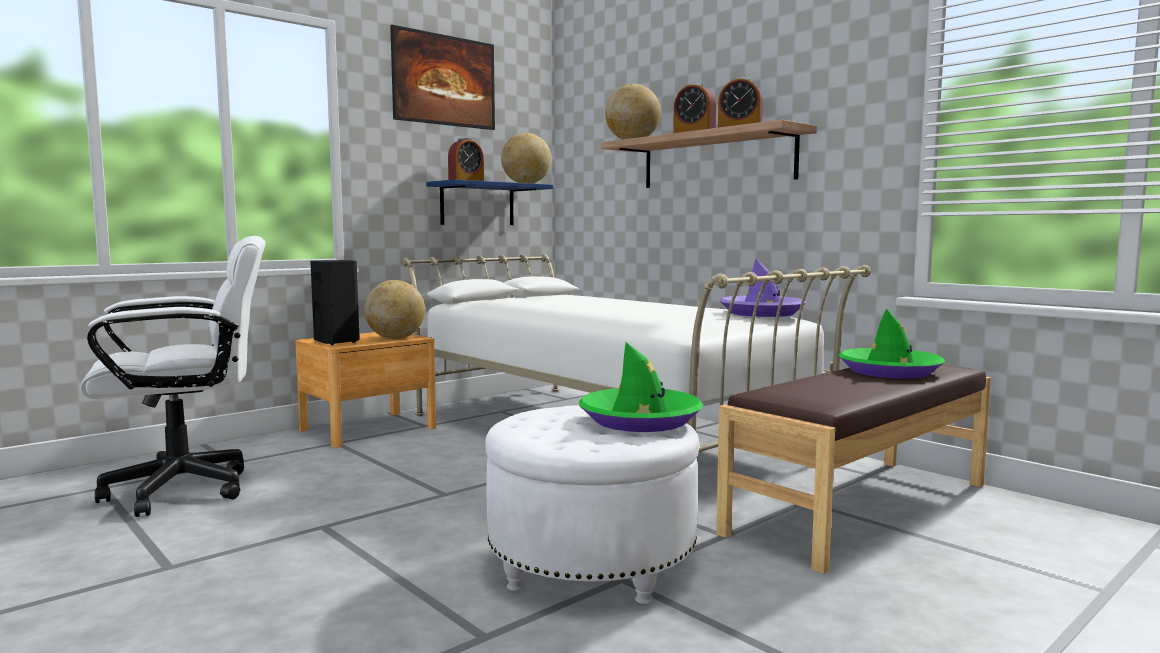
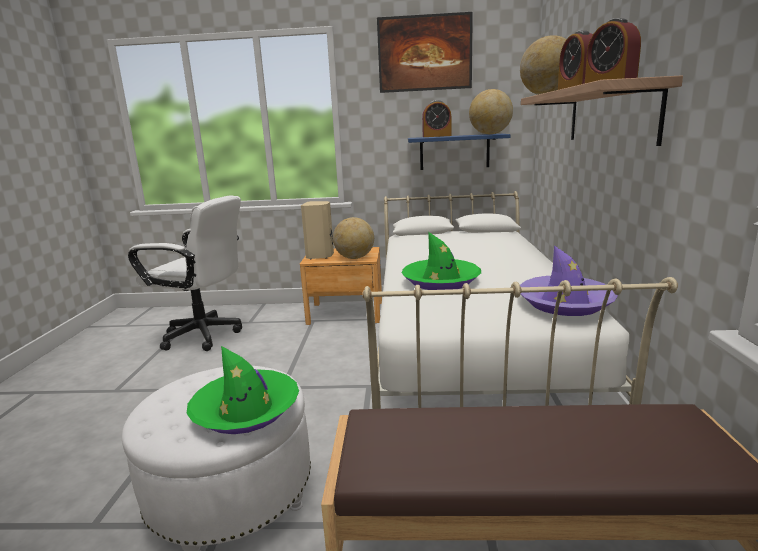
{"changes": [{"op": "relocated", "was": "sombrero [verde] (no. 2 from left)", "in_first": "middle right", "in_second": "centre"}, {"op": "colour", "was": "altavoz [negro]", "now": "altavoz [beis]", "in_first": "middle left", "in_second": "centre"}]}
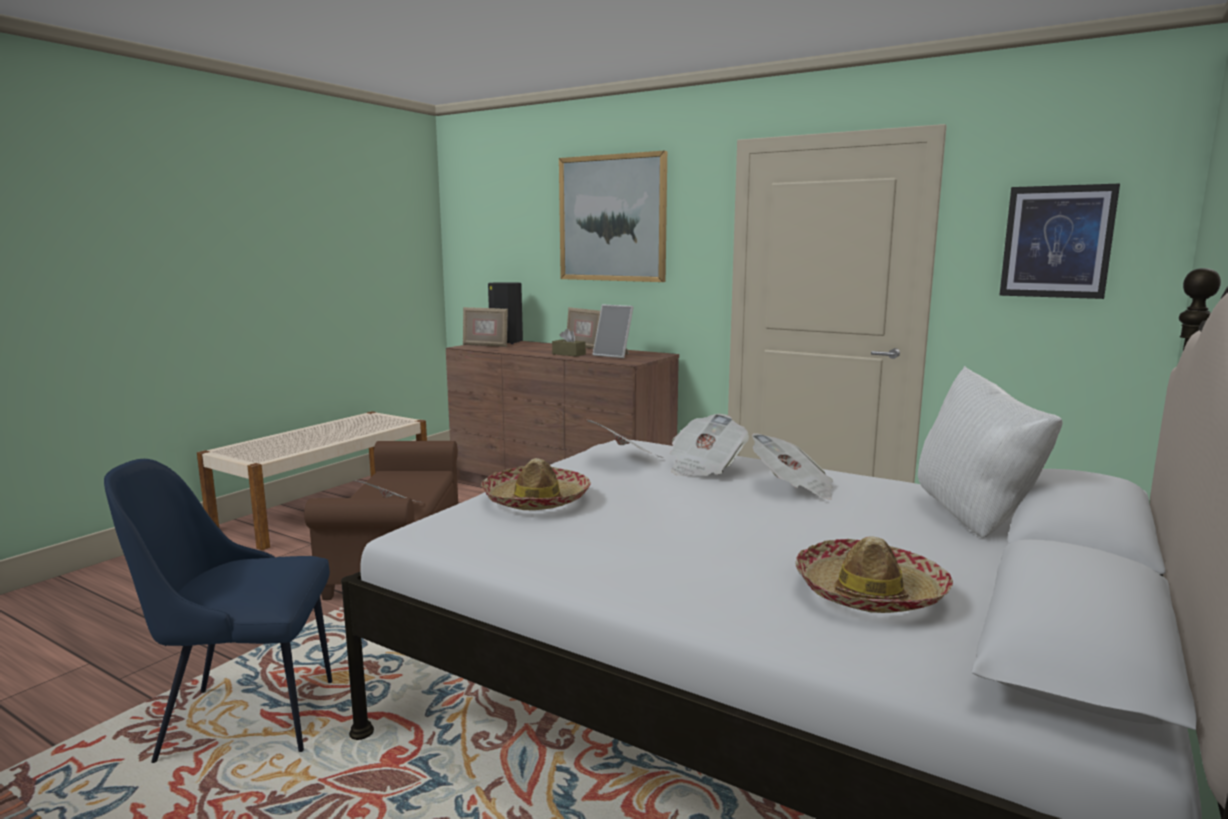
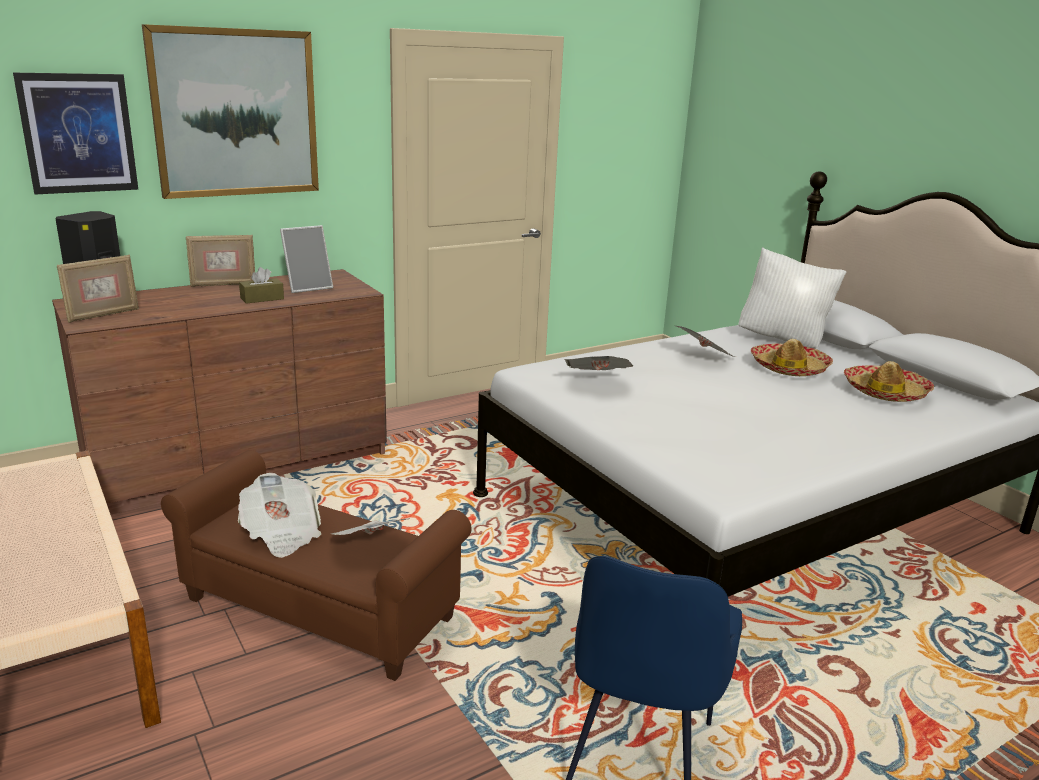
{"changes": [{"op": "relocated", "was": "sombrero (no. 1 from left)", "in_first": "centre", "in_second": "middle right"}, {"op": "relocated", "was": "periódico (no. 3 from left in the first image)", "now": "periódico (no. 1 from left)", "in_first": "centre", "in_second": "middle left"}, {"op": "relocated", "was": "cuadro (no. 2 from left in the first image)", "now": "cuadro (no. 1 from left)", "in_first": "top right", "in_second": "top left"}]}
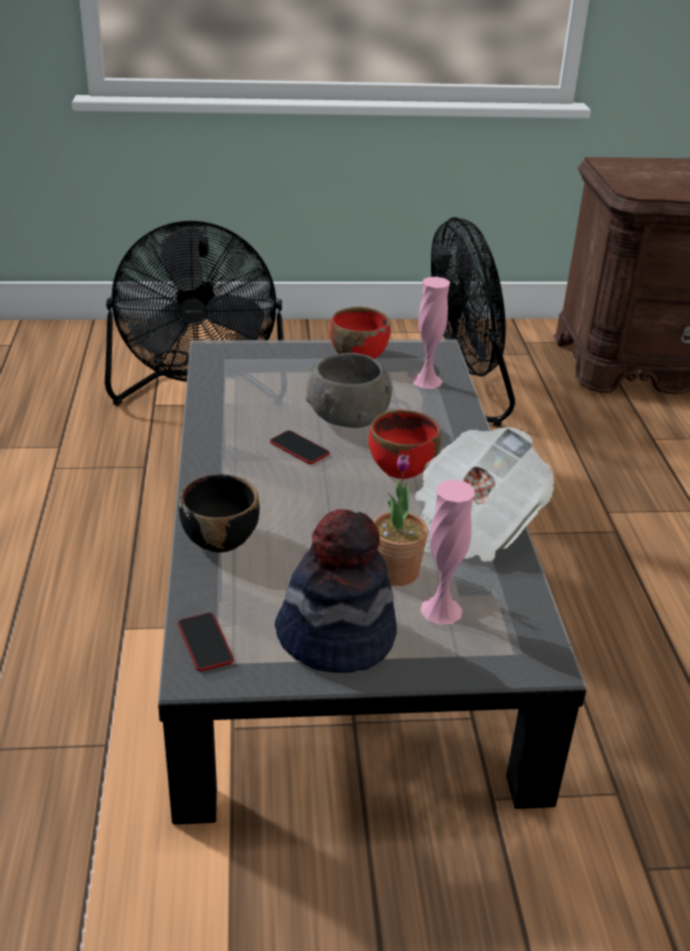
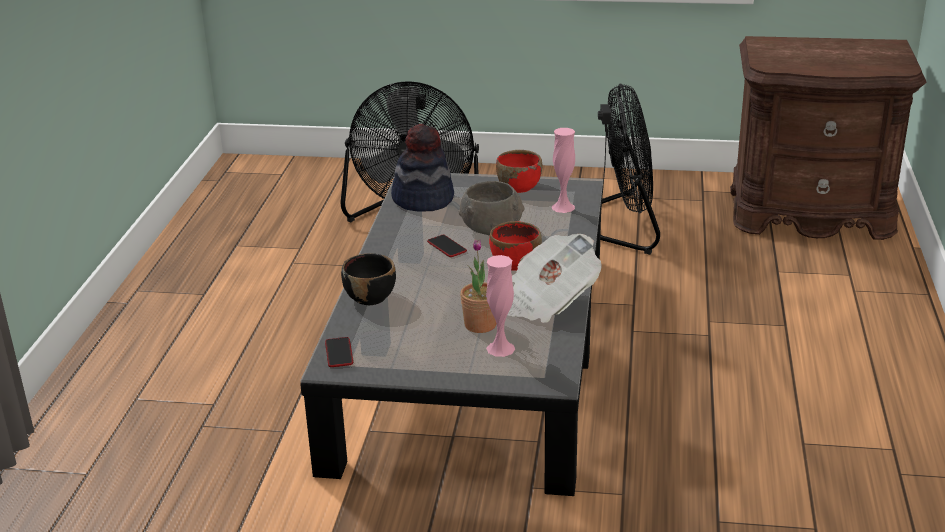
{"changes": [{"op": "relocated", "was": "sombrero", "in_first": "centre", "in_second": "top centre"}]}
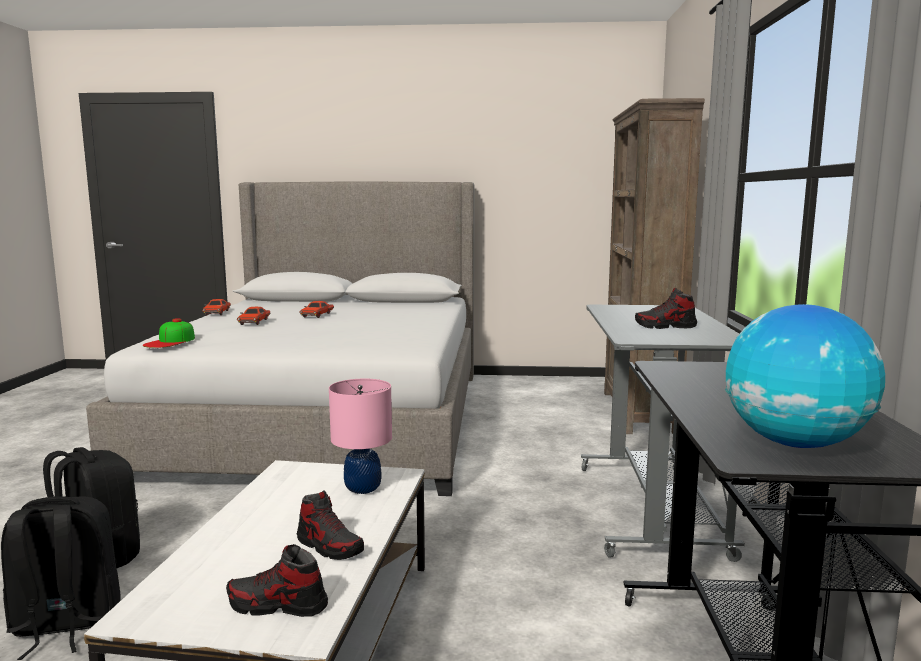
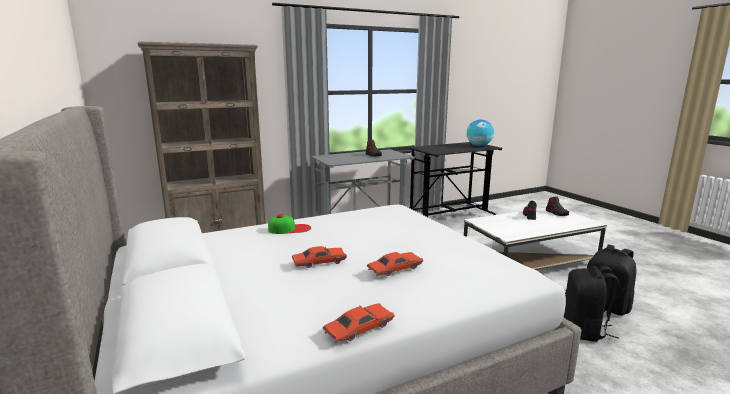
{"changes": [{"op": "missing", "was": "lámpara de mesa [rosa]", "in_first": "centre"}, {"op": "relocated", "was": "gorra", "in_first": "middle left", "in_second": "centre"}]}
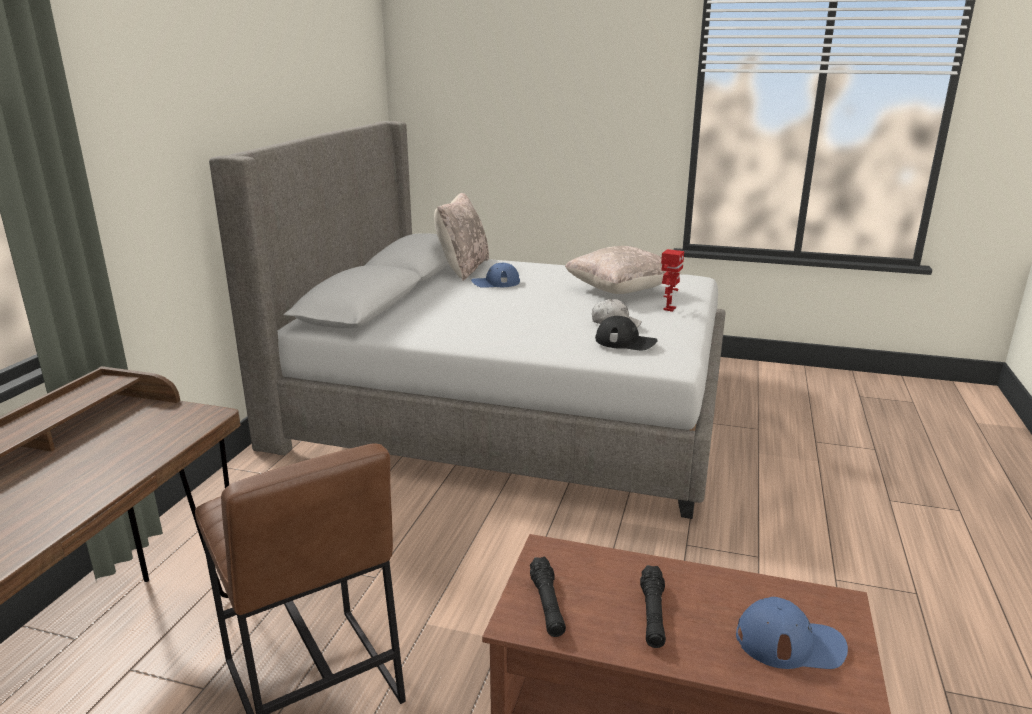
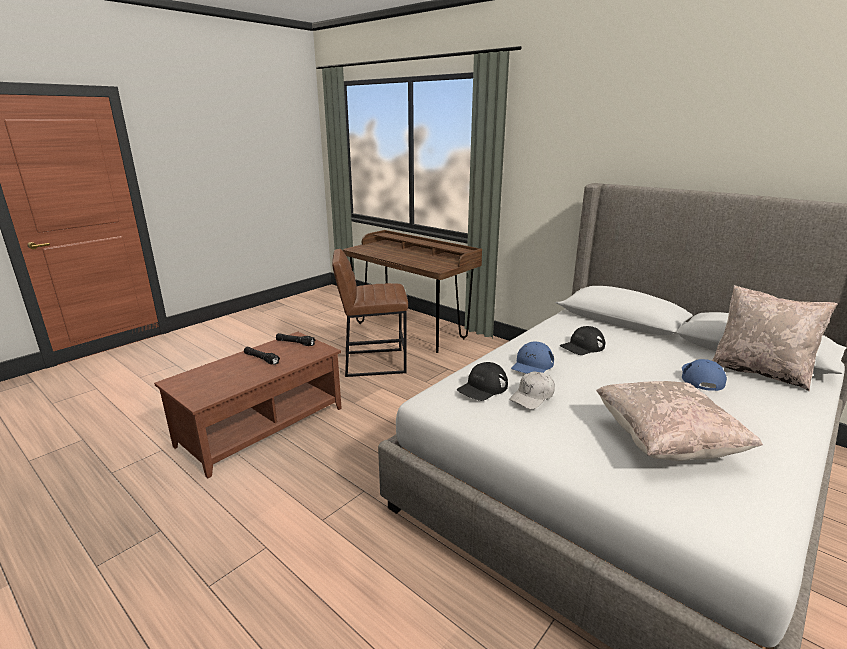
{"changes": [{"op": "missing", "was": "robot de juguete", "in_first": "centre"}, {"op": "appeared", "now": "gorra [negro] (no. 2 from left)", "in_second": "middle right"}, {"op": "relocated", "was": "gorra [azul] (no. 2 from left in the first image)", "now": "gorra [azul] (no. 1 from left)", "in_first": "bottom right", "in_second": "centre"}]}
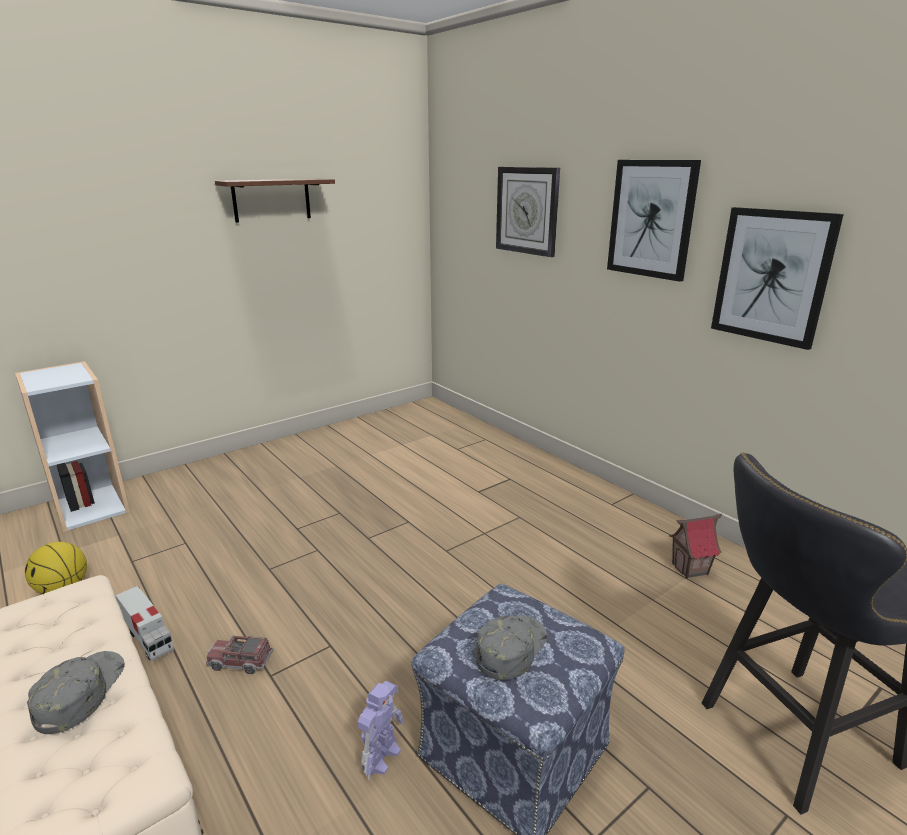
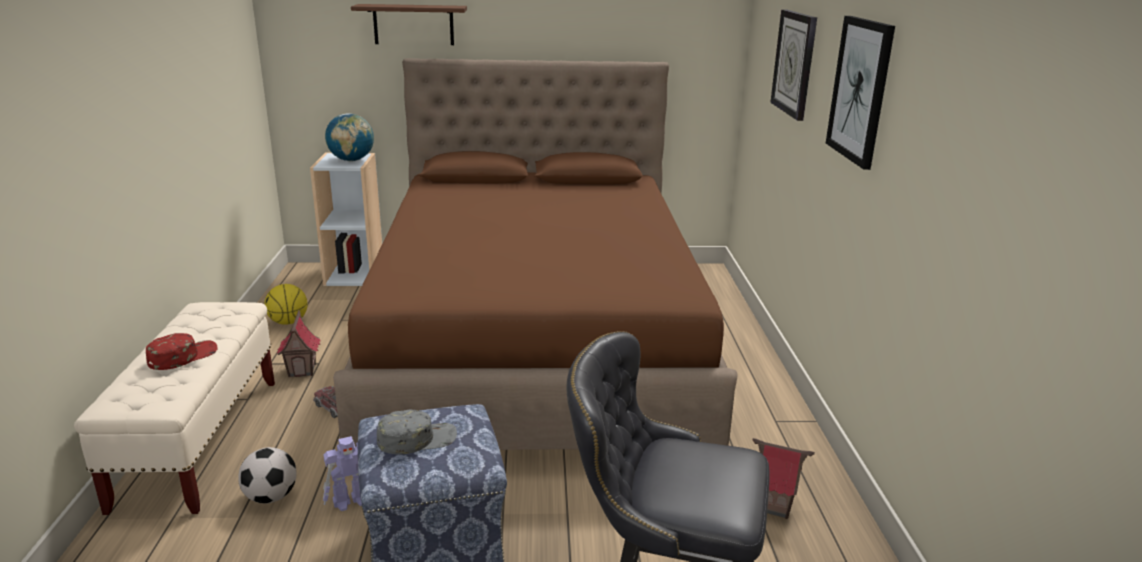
{"changes": [{"op": "missing", "was": "cuadro (no. 2 from left)", "in_first": "top right"}, {"op": "appeared", "now": "balón de fútbol", "in_second": "bottom left"}, {"op": "appeared", "now": "globo terráqueo", "in_second": "top left"}, {"op": "appeared", "now": "cama [marrón]", "in_second": "centre"}, {"op": "relocated", "was": "estante [marrón]", "in_first": "top left", "in_second": "top centre"}, {"op": "exchanged", "was": "camión de juguete (no. 1 from left)", "now": "casita (no. 1 from left)", "in_first": "bottom left", "in_second": "middle left"}, {"op": "colour", "was": "gorra [gris] (no. 1 from left)", "now": "gorra [rojo]", "in_first": "bottom left", "in_second": "middle left"}]}
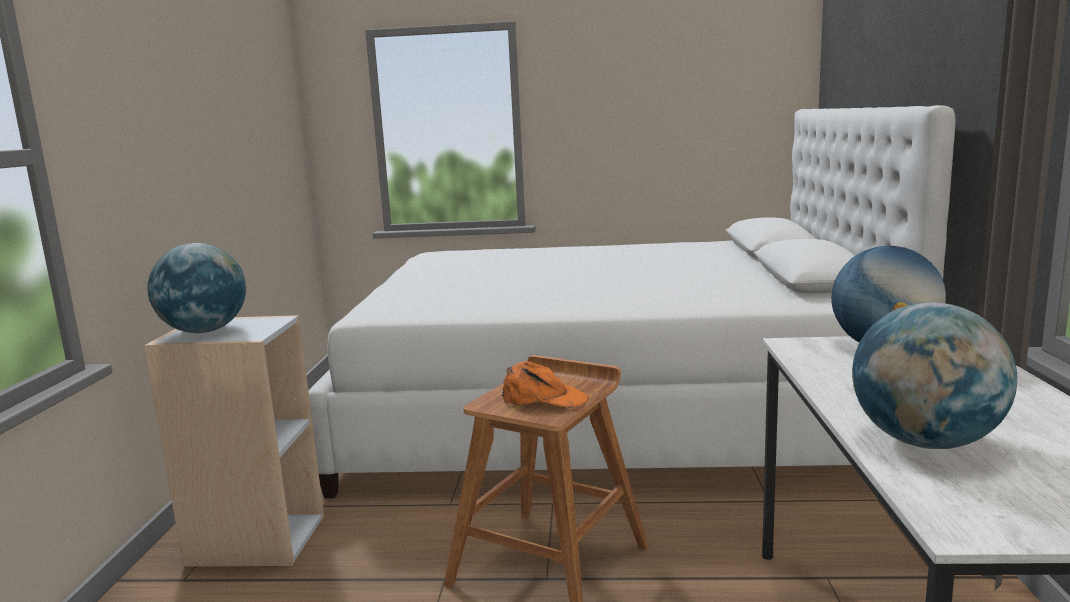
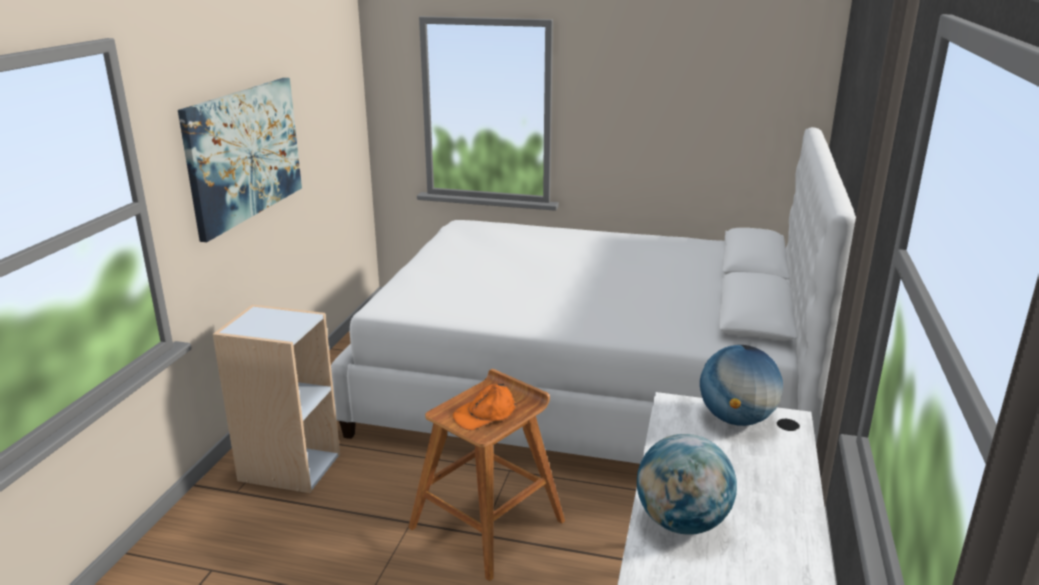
{"changes": [{"op": "missing", "was": "globo terráqueo (no. 1 from left)", "in_first": "middle left"}, {"op": "appeared", "now": "cuadro", "in_second": "top left"}, {"op": "spun", "was": "gorra [naranja]", "in_first": "centre", "in_second": "bottom centre", "clockwise": 120}]}
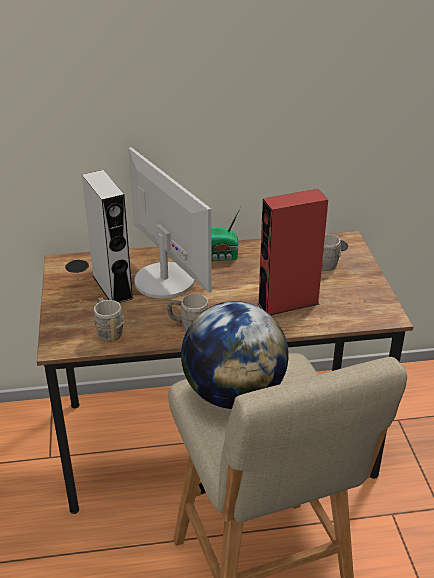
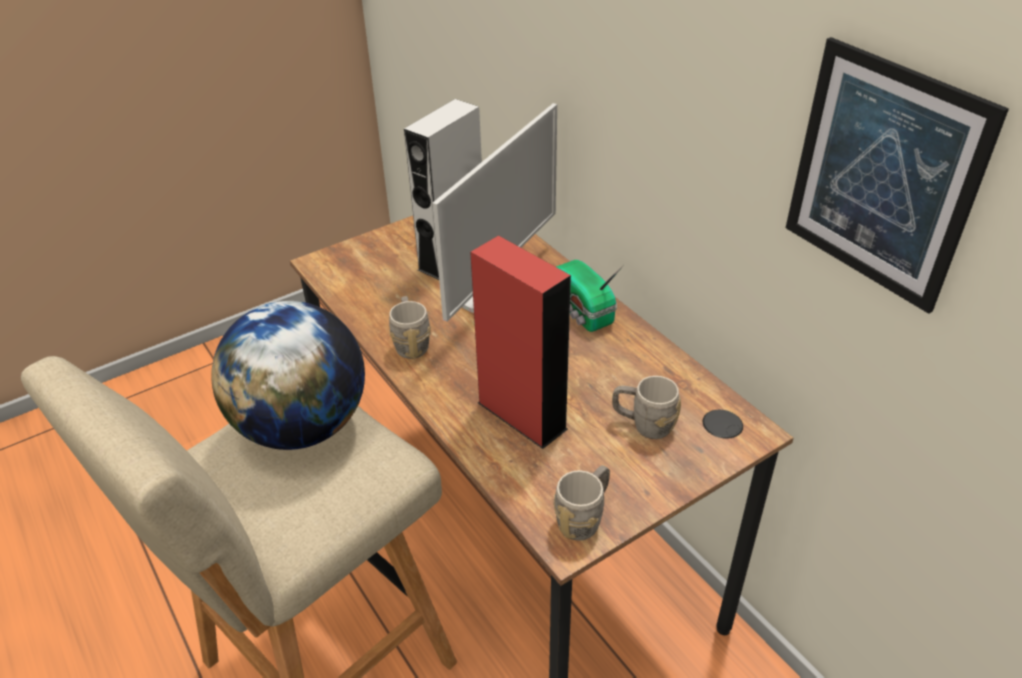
{"changes": [{"op": "appeared", "now": "cuadro", "in_second": "top right"}, {"op": "relocated", "was": "taza grande [gris] (no. 1 from left in the first image)", "now": "taza grande [gris] (no. 2 from left)", "in_first": "middle left", "in_second": "bottom centre"}]}
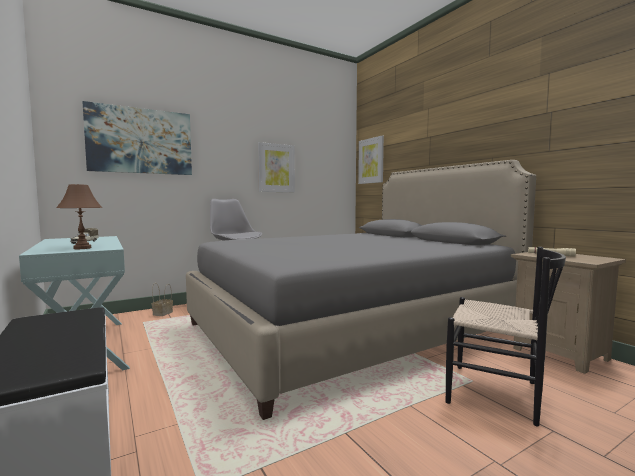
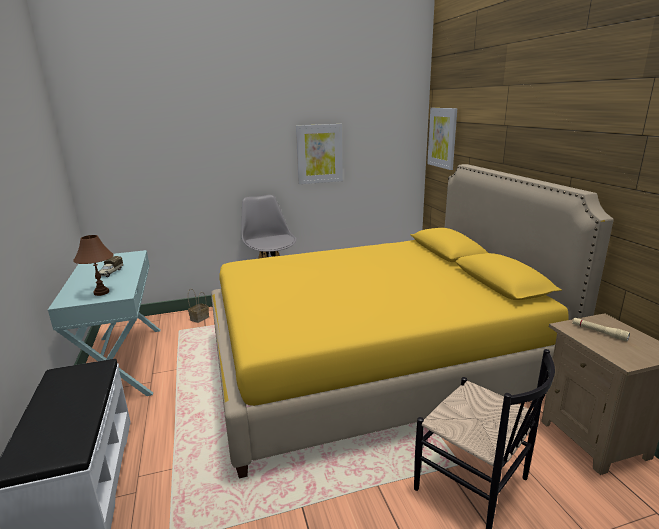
{"changes": [{"op": "missing", "was": "cuadro (no. 1 from left)", "in_first": "top left"}, {"op": "colour", "was": "cama [gris]", "now": "cama [amarillo]", "in_first": "centre", "in_second": "centre"}]}
